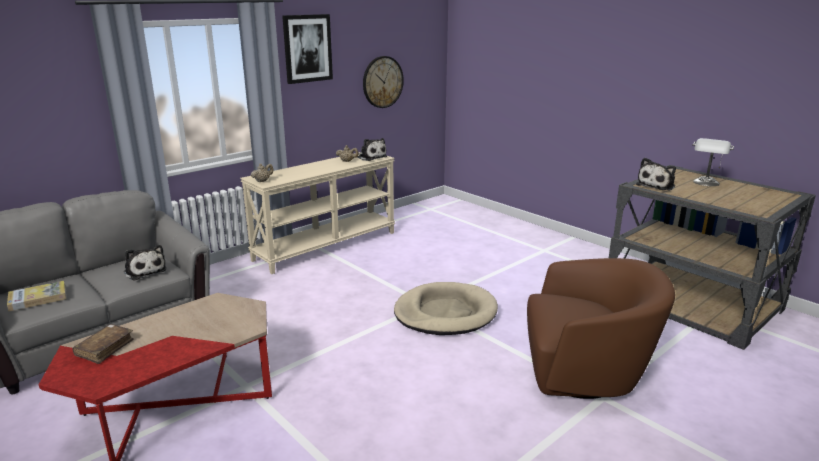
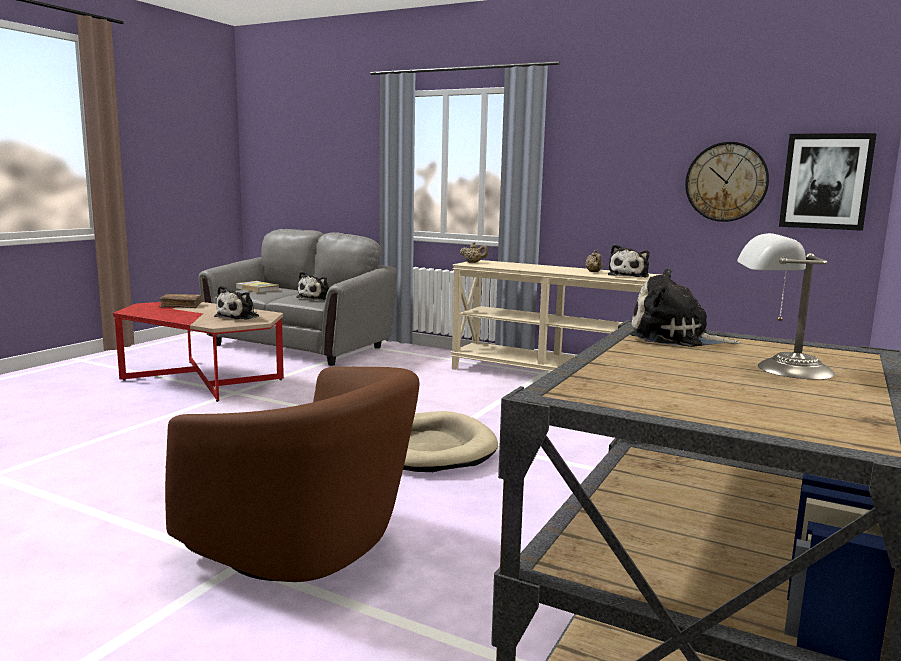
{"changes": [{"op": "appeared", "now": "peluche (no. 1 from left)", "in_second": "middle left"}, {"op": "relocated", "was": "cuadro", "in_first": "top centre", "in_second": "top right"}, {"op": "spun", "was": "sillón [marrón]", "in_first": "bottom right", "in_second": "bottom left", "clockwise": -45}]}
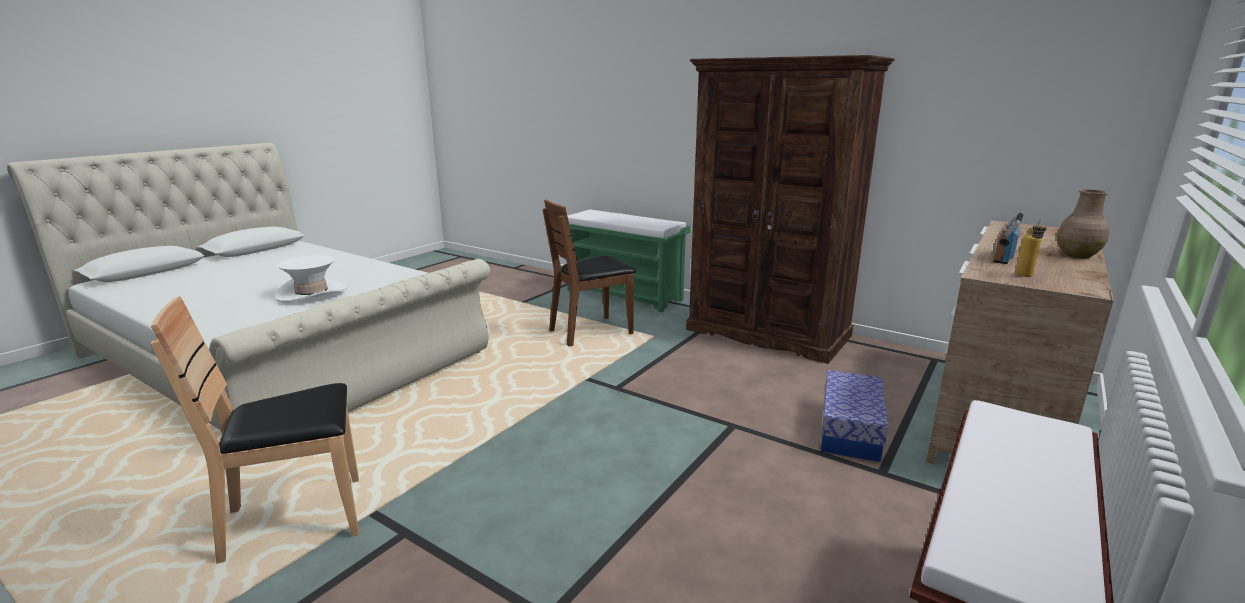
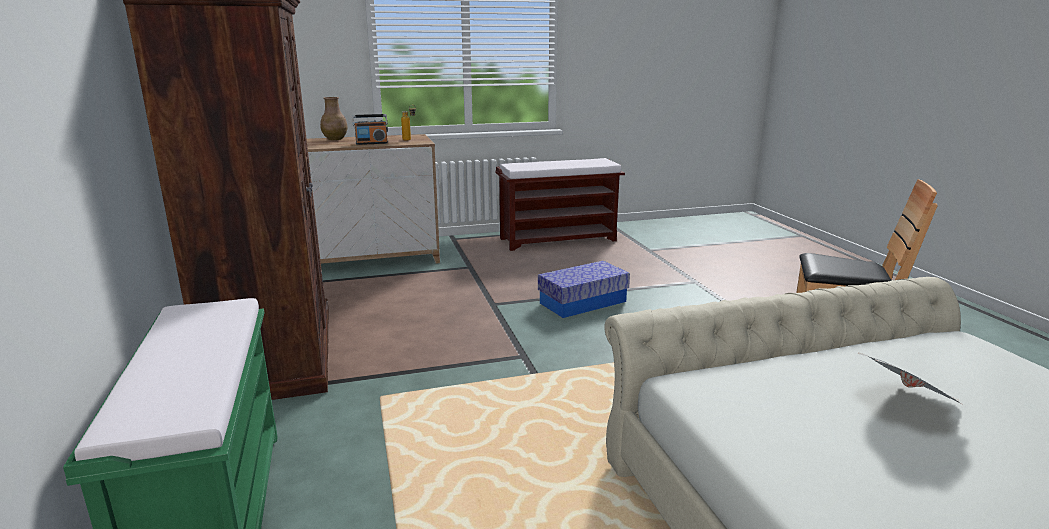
{"changes": [{"op": "missing", "was": "silla [marrón] (no. 2 from left)", "in_first": "centre"}, {"op": "relocated", "was": "caja de almacenaje", "in_first": "bottom right", "in_second": "centre"}, {"op": "exchanged", "was": "sombrero [blanco]", "now": "periódico", "in_first": "middle left", "in_second": "bottom right"}]}
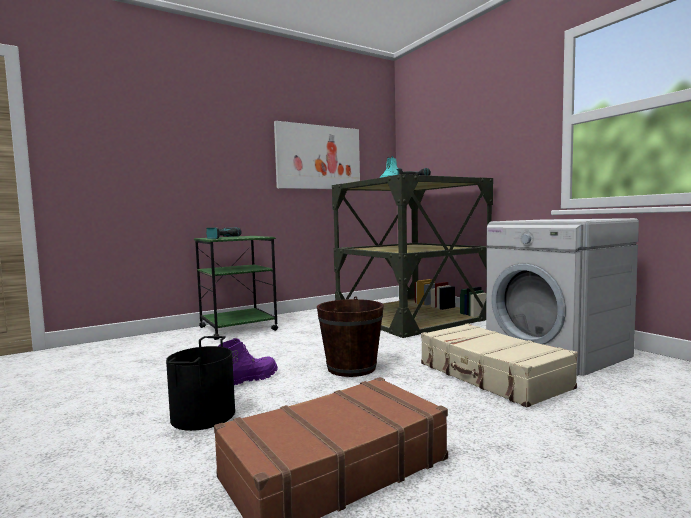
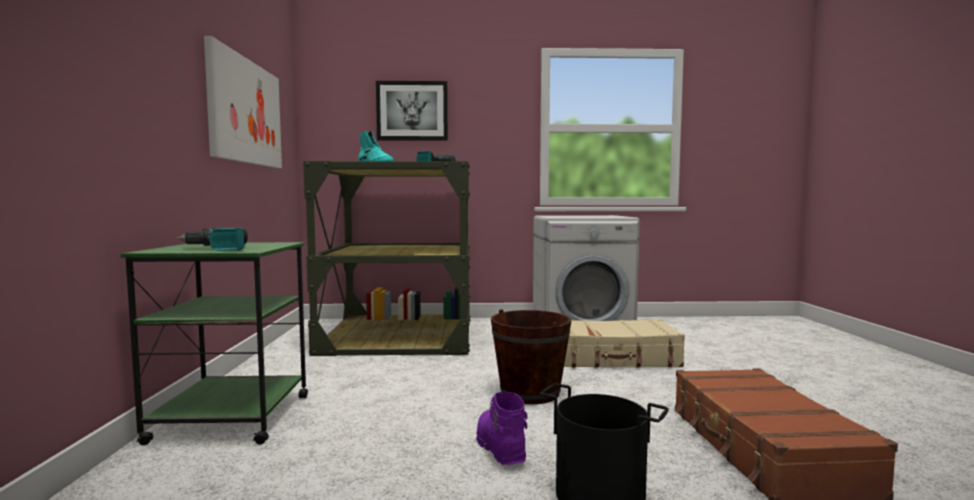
{"changes": [{"op": "appeared", "now": "cuadro (no. 2 from left)", "in_second": "top centre"}]}
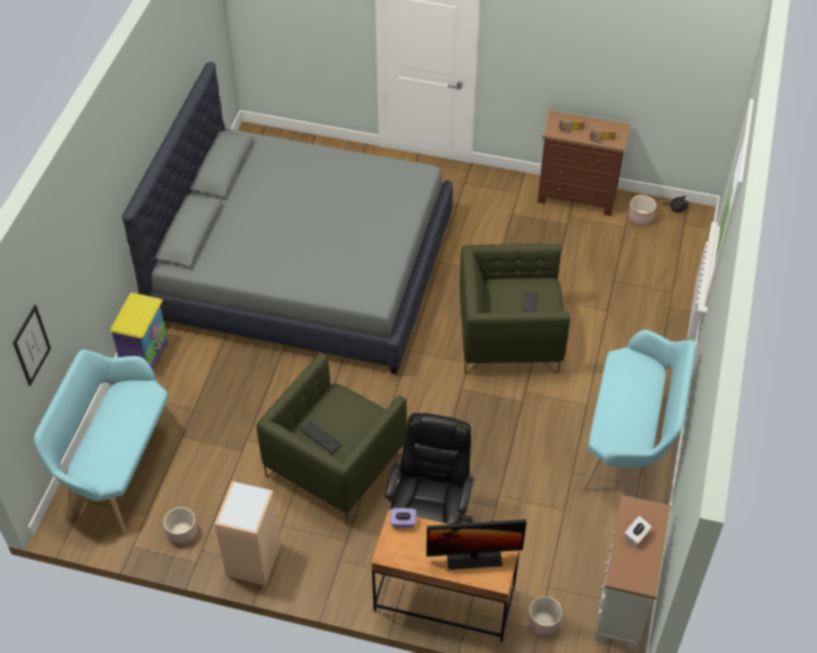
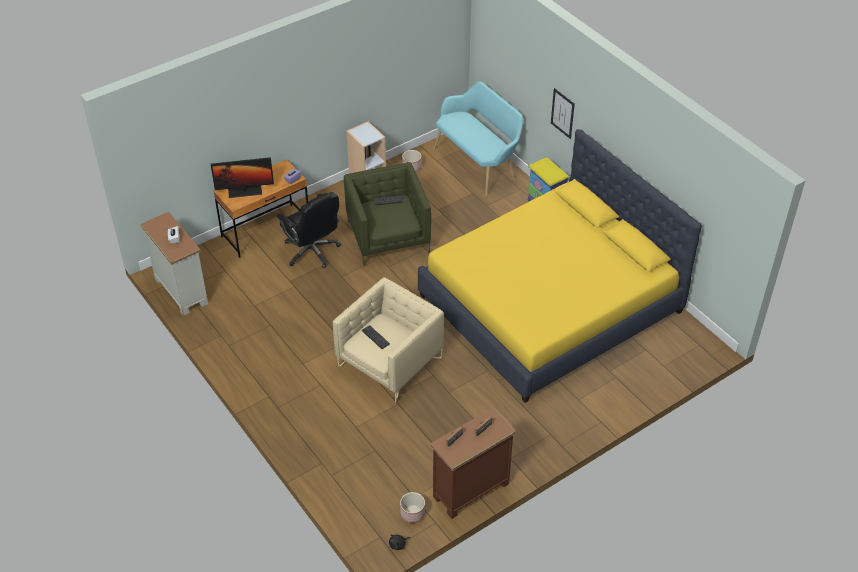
{"changes": [{"op": "missing", "was": "maceta (no. 2 from left)", "in_first": "bottom right"}, {"op": "missing", "was": "banco [turquesa] (no. 2 from left)", "in_first": "middle right"}, {"op": "relocated", "was": "cuadro", "in_first": "middle left", "in_second": "top centre"}, {"op": "colour", "was": "cama [gris]", "now": "cama [amarillo]", "in_first": "centre", "in_second": "centre"}, {"op": "colour", "was": "sillón [verde] (no. 2 from left)", "now": "sillón [beis]", "in_first": "centre", "in_second": "centre"}, {"op": "spun", "was": "monitor", "in_first": "bottom centre", "in_second": "top left", "clockwise": -135}]}
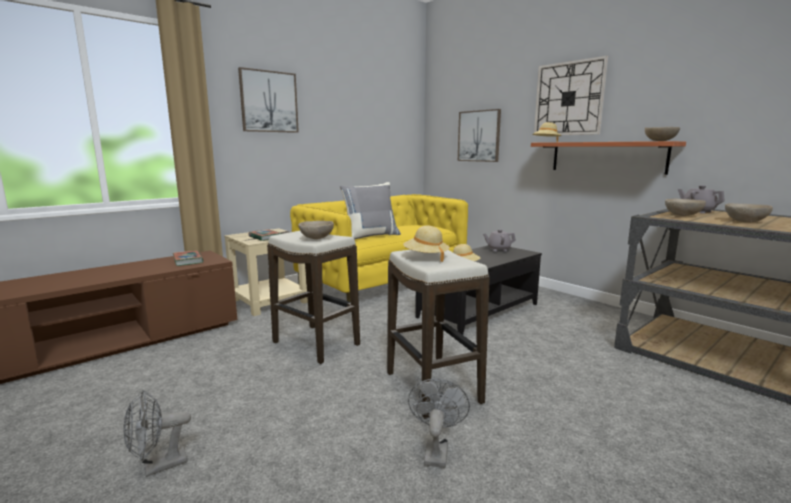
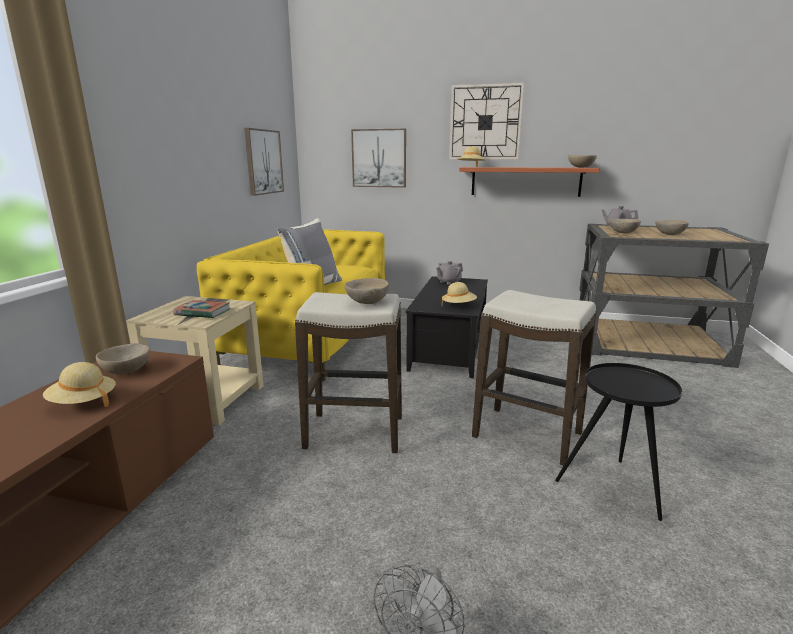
{"changes": [{"op": "relocated", "was": "cuadro (no. 1 from left)", "in_first": "top centre", "in_second": "top left"}, {"op": "relocated", "was": "sombrero [beis] (no. 1 from left)", "in_first": "centre", "in_second": "middle left"}, {"op": "exchanged", "was": "libro (no. 1 from left)", "now": "cuenco [beis] (no. 1 from left)", "in_first": "middle left", "in_second": "middle left"}, {"op": "exchanged", "was": "ventilador [gris] (no. 2 from left)", "now": "mesa auxiliar [negro]", "in_first": "bottom centre", "in_second": "bottom right"}]}
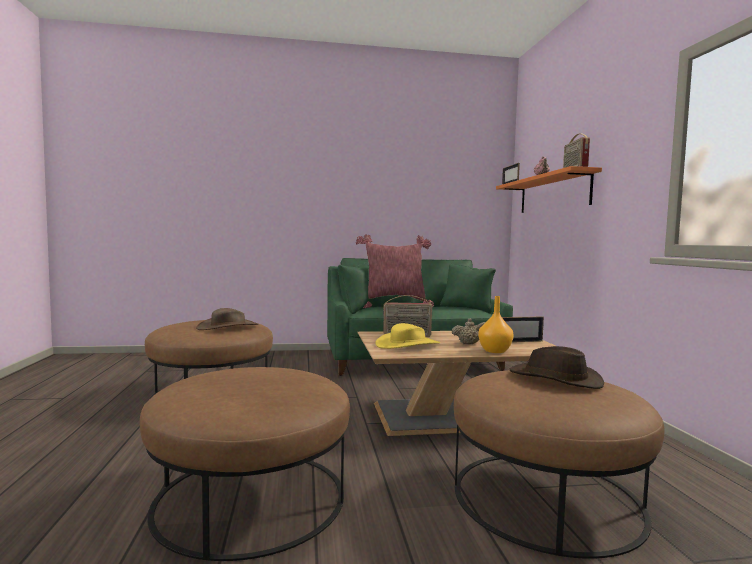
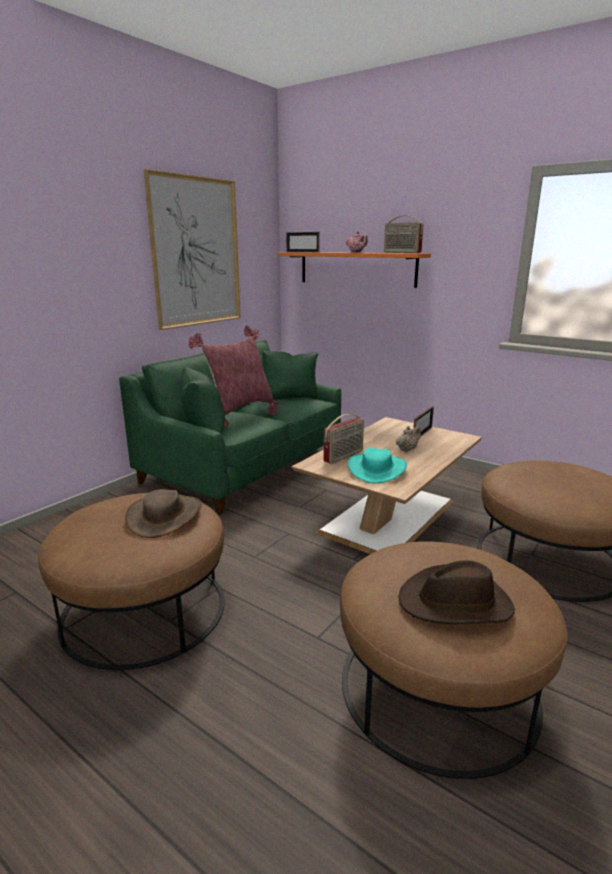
{"changes": [{"op": "missing", "was": "florero [naranja]", "in_first": "centre"}, {"op": "appeared", "now": "cuadro", "in_second": "top left"}, {"op": "relocated", "was": "sombrero [marrón] (no. 2 from left)", "in_first": "middle right", "in_second": "bottom right"}, {"op": "colour", "was": "sombrero [amarillo]", "now": "sombrero [turquesa]", "in_first": "centre", "in_second": "centre"}]}
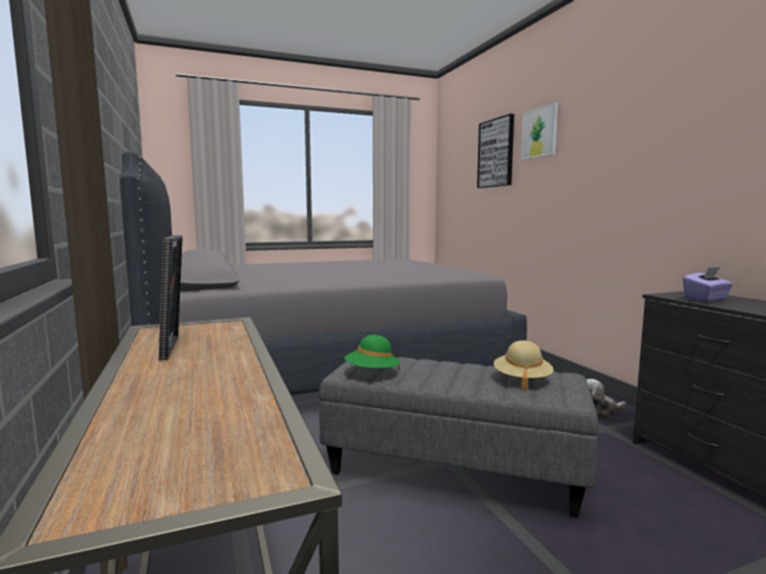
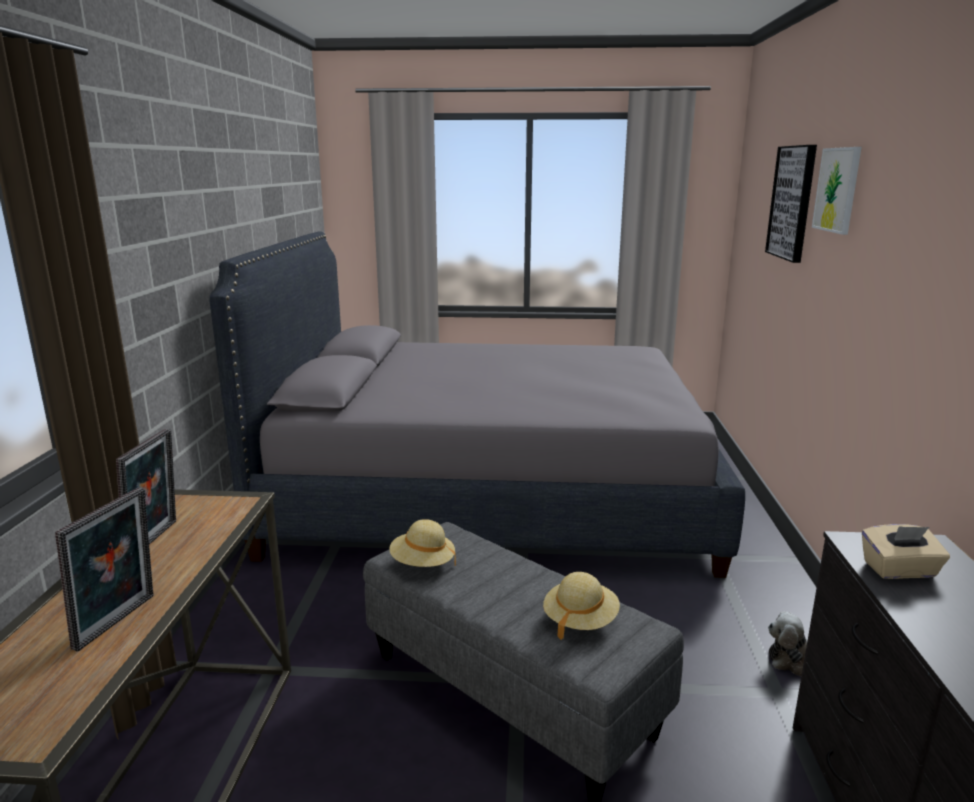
{"changes": [{"op": "appeared", "now": "portarretratos (no. 1 from left)", "in_second": "bottom left"}, {"op": "colour", "was": "sombrero [verde]", "now": "sombrero [beis] (no. 1 from left)", "in_first": "centre", "in_second": "bottom centre"}, {"op": "colour", "was": "caja de pañuelos [morado]", "now": "caja de pañuelos [beis]", "in_first": "middle right", "in_second": "bottom right"}]}
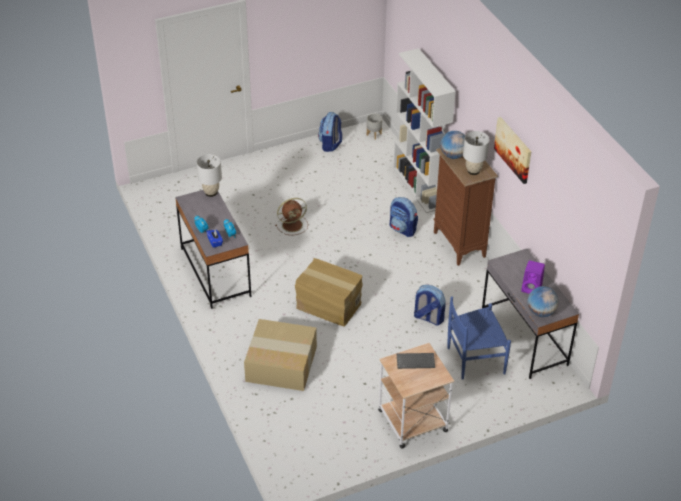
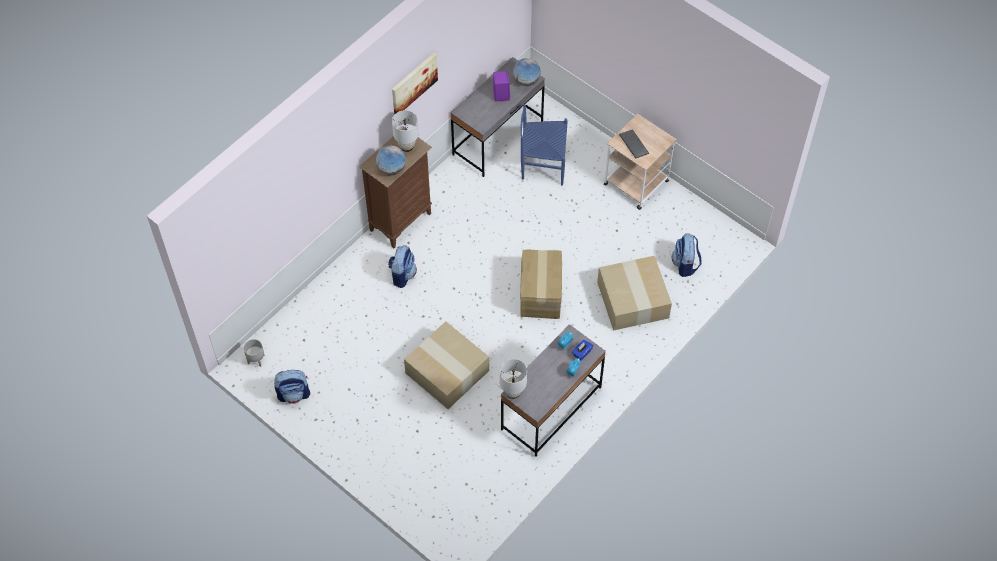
{"changes": [{"op": "missing", "was": "estantería [blanco]", "in_first": "top centre"}, {"op": "relocated", "was": "mochila (no. 3 from left)", "in_first": "centre", "in_second": "middle right"}, {"op": "exchanged", "was": "ventilador [marrón]", "now": "caja de cartón (no. 1 from left)", "in_first": "centre", "in_second": "centre"}, {"op": "spun", "was": "silla [azul]", "in_first": "bottom right", "in_second": "top centre", "clockwise": 135}]}
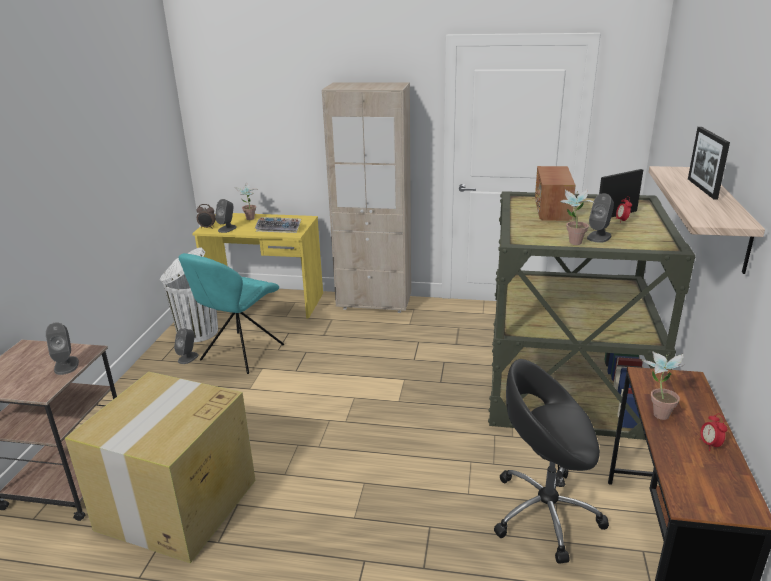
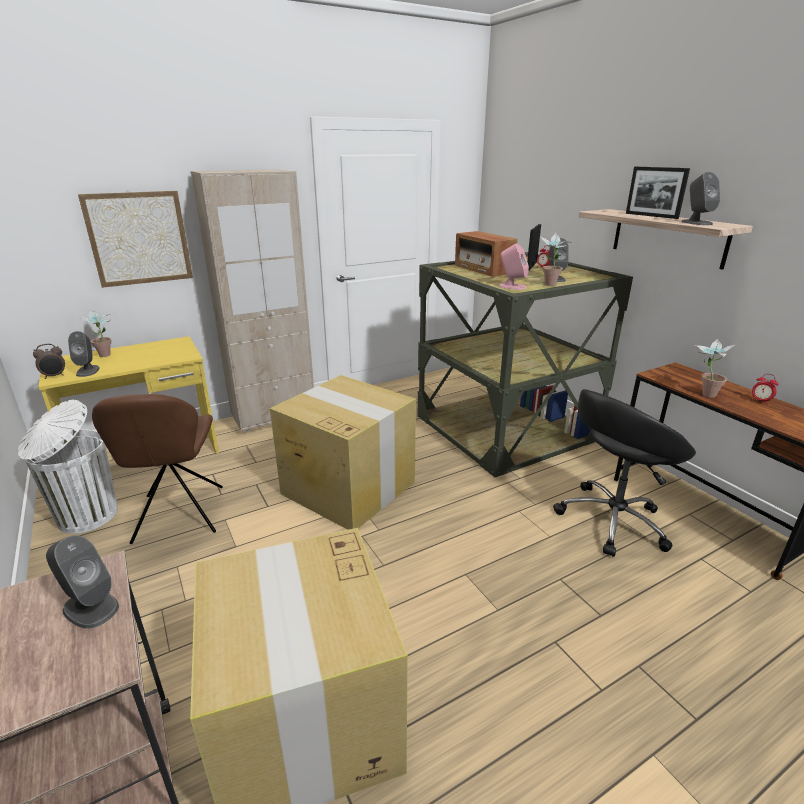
{"changes": [{"op": "missing", "was": "teclado", "in_first": "centre"}, {"op": "appeared", "now": "cuadro", "in_second": "top left"}, {"op": "appeared", "now": "caja de cartón (no. 2 from left)", "in_second": "centre"}, {"op": "appeared", "now": "altavoz [rosa]", "in_second": "top centre"}, {"op": "relocated", "was": "altavoz [gris] (no. 2 from left in the first image)", "now": "altavoz [gris] (no. 4 from left)", "in_first": "middle left", "in_second": "top right"}, {"op": "colour", "was": "silla [turquesa]", "now": "silla [marrón]", "in_first": "middle left", "in_second": "middle left"}]}
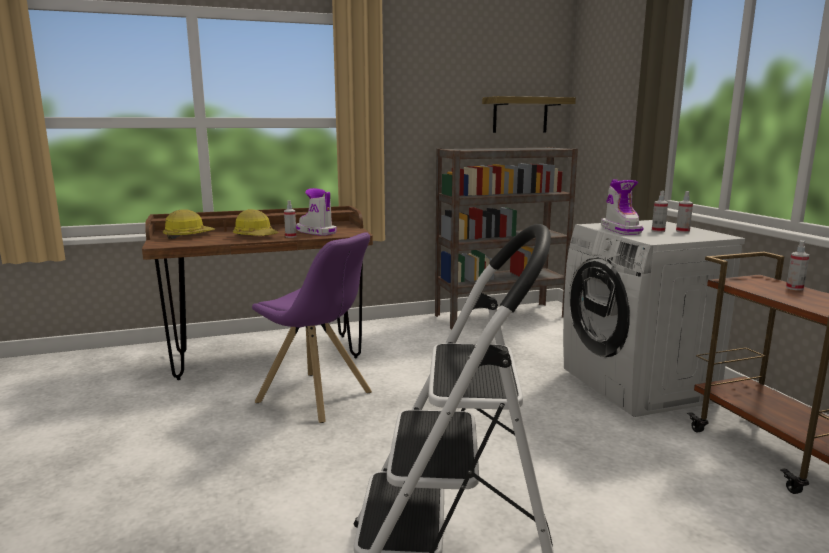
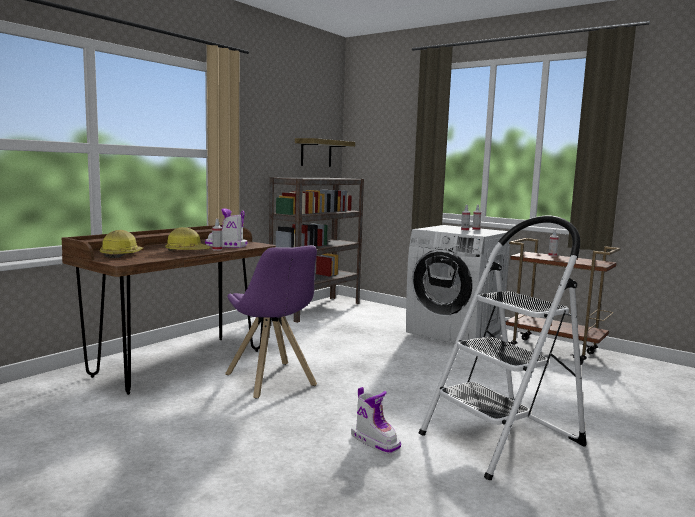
{"changes": [{"op": "relocated", "was": "bota (no. 2 from left)", "in_first": "middle right", "in_second": "bottom centre"}, {"op": "spun", "was": "silla [morado]", "in_first": "centre", "in_second": "centre", "clockwise": 60}]}
